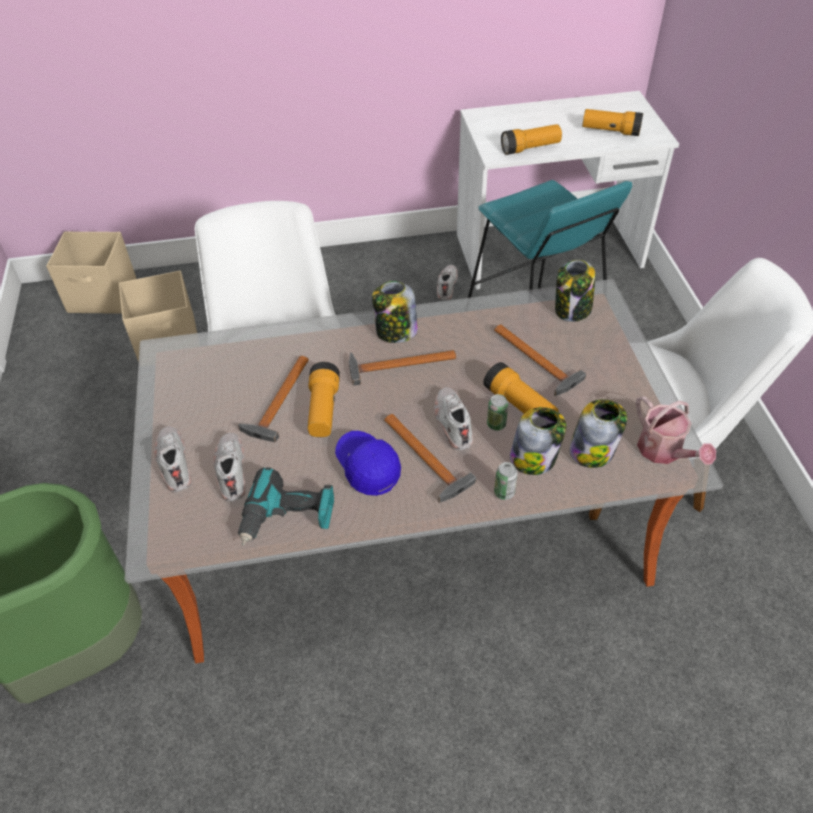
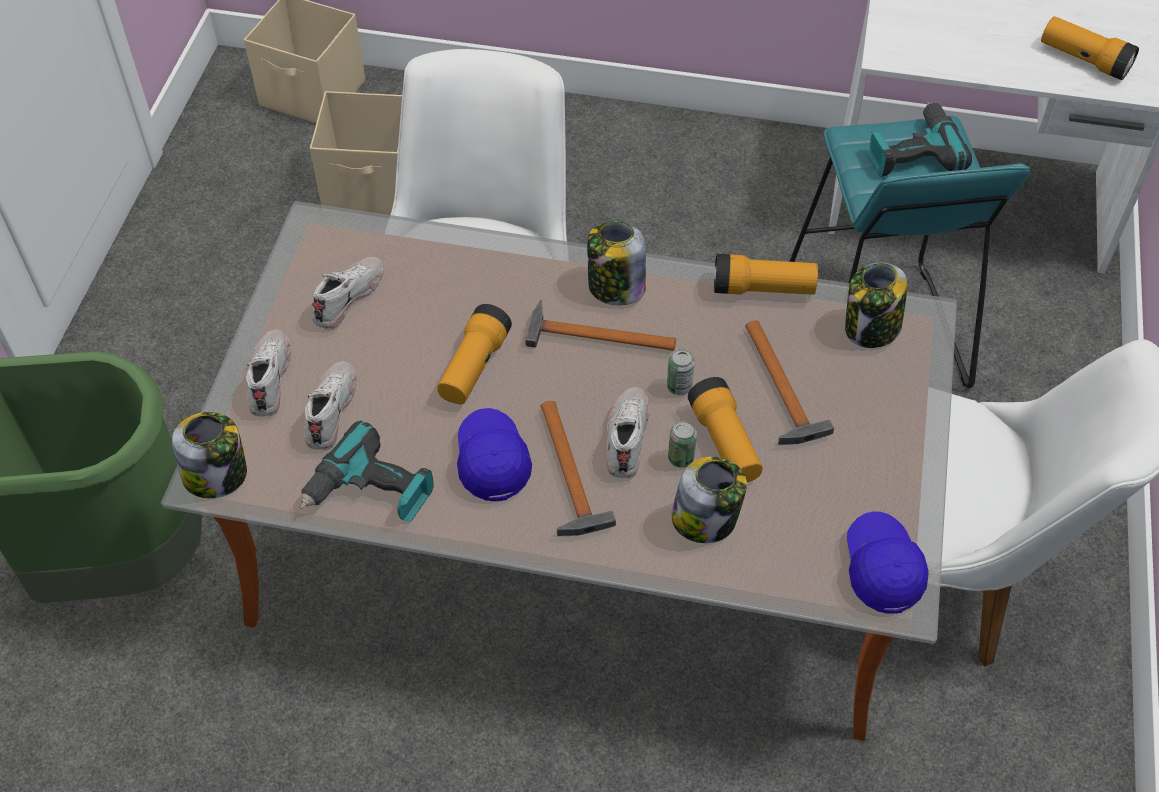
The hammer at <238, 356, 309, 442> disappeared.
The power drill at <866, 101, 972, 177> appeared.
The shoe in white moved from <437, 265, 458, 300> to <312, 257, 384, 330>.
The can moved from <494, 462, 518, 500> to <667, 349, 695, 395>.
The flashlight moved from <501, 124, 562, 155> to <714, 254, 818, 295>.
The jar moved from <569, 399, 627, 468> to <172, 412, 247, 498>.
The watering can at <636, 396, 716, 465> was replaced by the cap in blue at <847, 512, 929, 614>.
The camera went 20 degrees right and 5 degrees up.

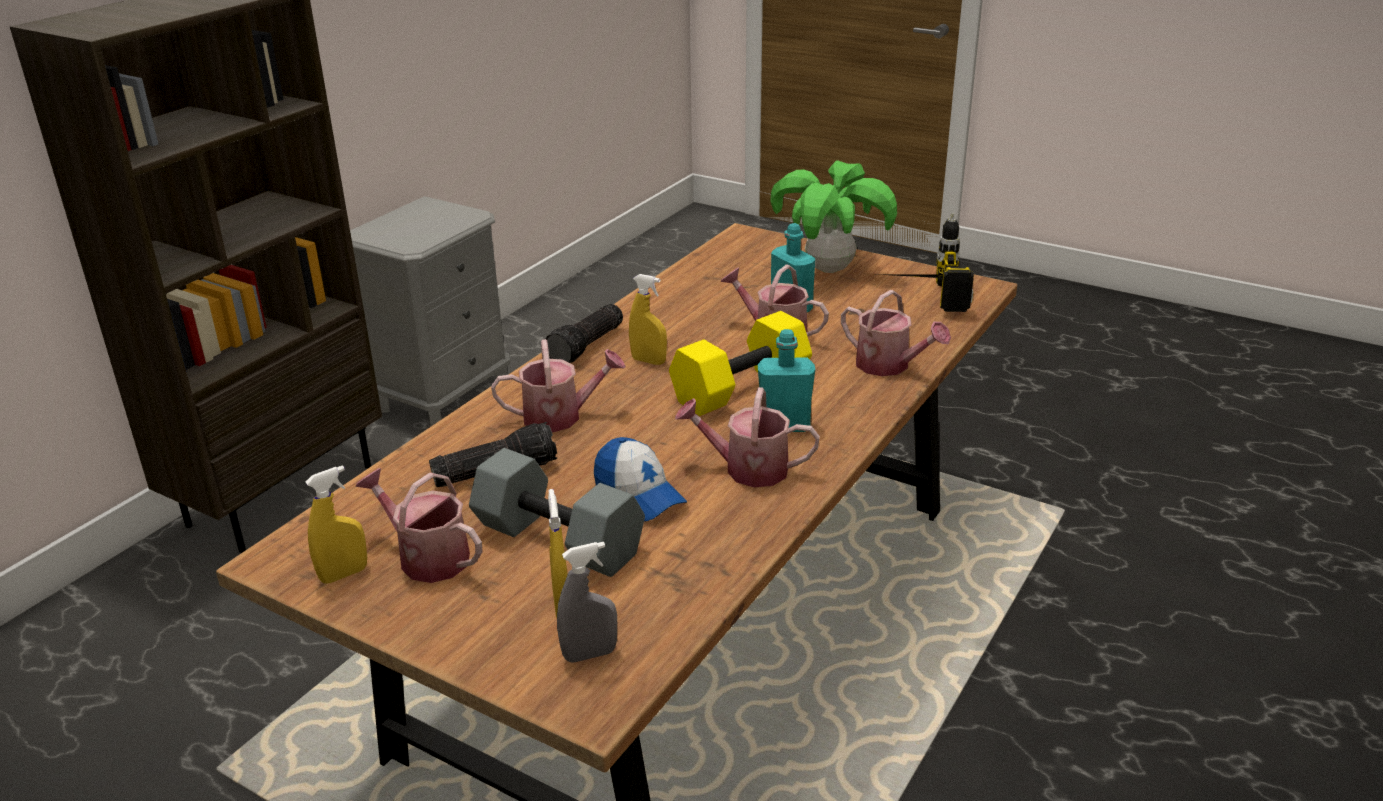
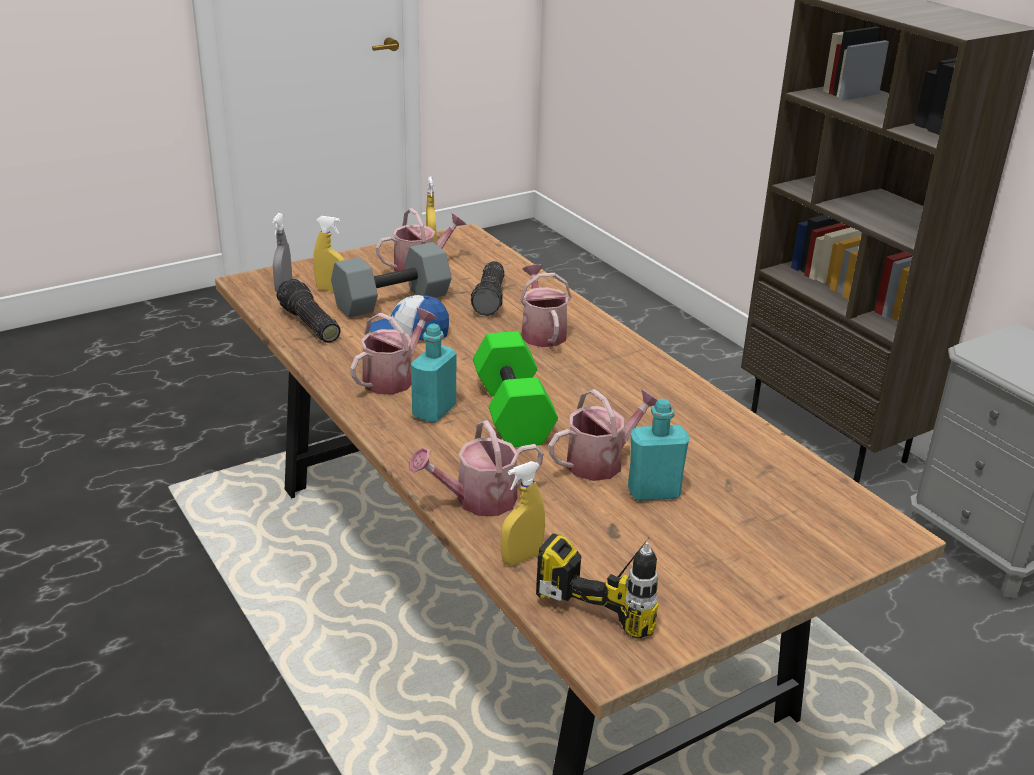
The potted plant at <770, 160, 897, 273> disappeared.
The flashlight moved from <545, 304, 623, 363> to <276, 279, 341, 343>.
The spray bottle in yellow moved from <629, 274, 667, 365> to <500, 461, 545, 565>.
The dumbbell in yellow at <669, 311, 812, 416> became the dumbbell in green at <473, 331, 558, 447>.
The watering can at <491, 339, 626, 432> turned 150 degrees clockwise.
The camera went 115 degrees right and 0 degrees up.

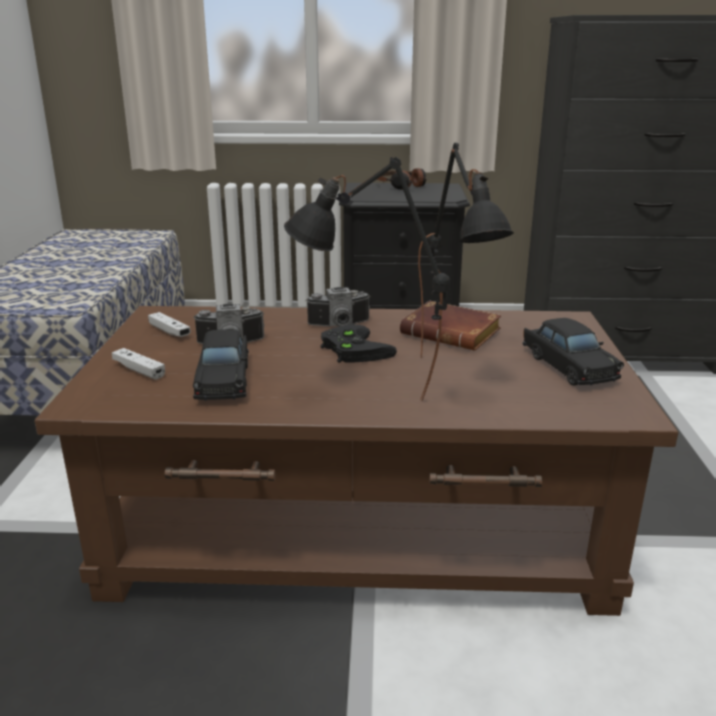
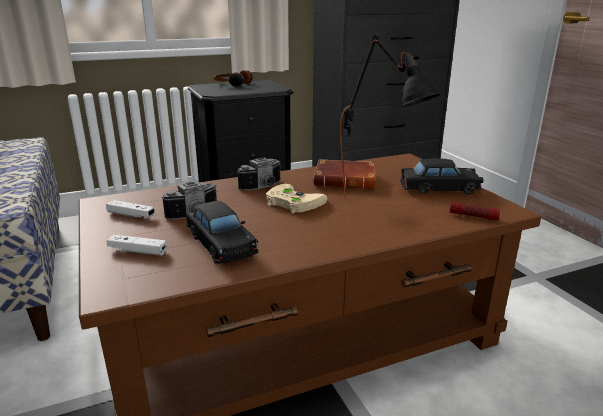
The table lamp in black at <284, 157, 450, 401> disappeared.
The flashlight at <450, 202, 501, 221> appeared.
The game controller in black at <321, 324, 397, 363> became the game controller in beige at <266, 184, 328, 214>.
The toy car in black at <523, 318, 624, 386> turned 45 degrees counterclockwise.
The camera went 25 degrees left and 0 degrees up.

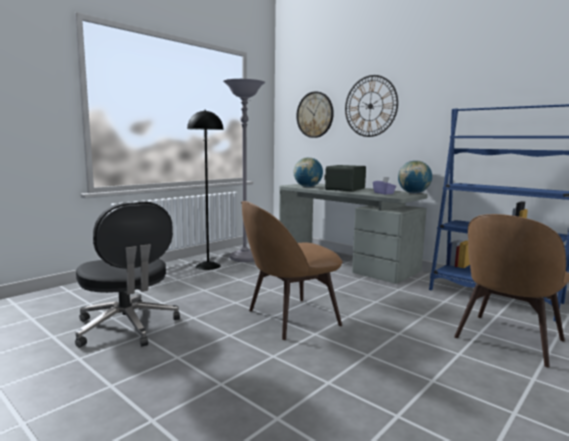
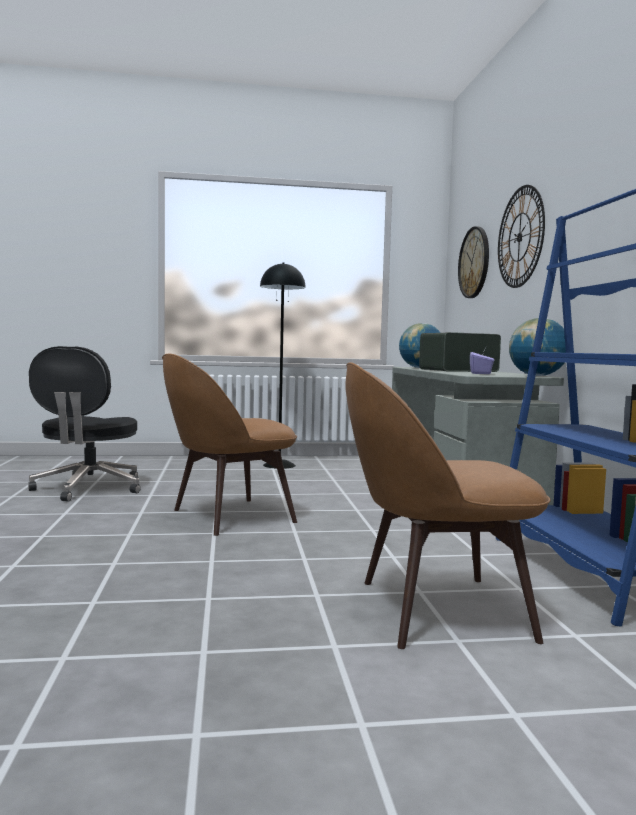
The floor lamp in grey at <223, 79, 265, 262> disappeared.
The chair in brown at <241, 201, 343, 340> turned 45 degrees counterclockwise.
The camera went 40 degrees right and 5 degrees down.

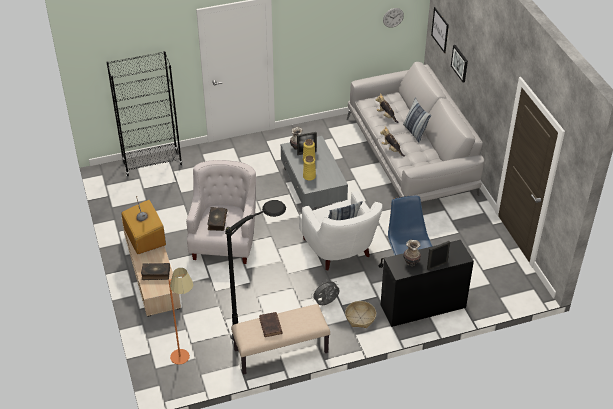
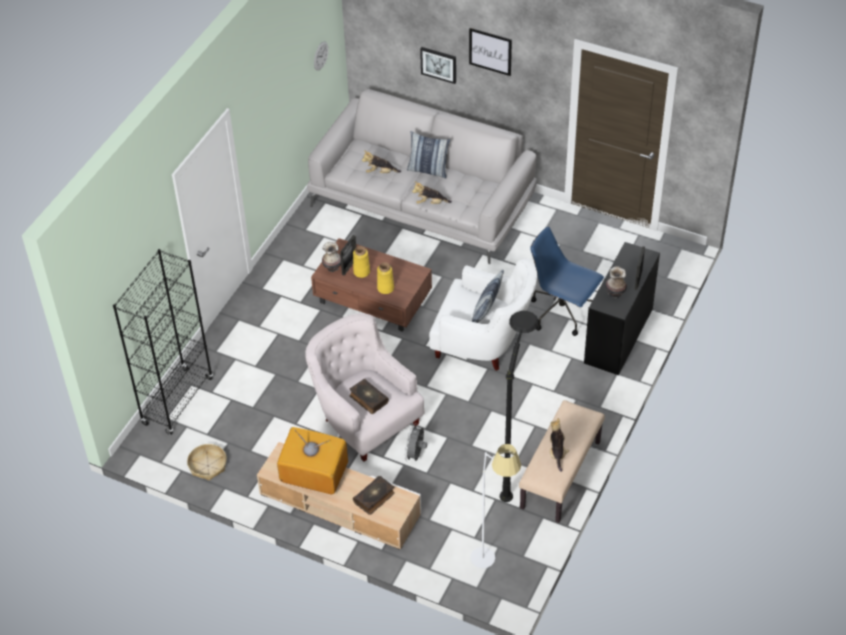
The fan in grey moved from <311, 279, 339, 305> to <405, 425, 427, 462>.
The basket moved from <345, 301, 376, 328> to <187, 444, 227, 481>.
The picture moved from <431, 7, 449, 53> to <469, 28, 512, 76>.
The book in brown at <259, 312, 283, 337> was replaced by the plush toy at <550, 418, 569, 472>.
The floor lamp in orange at <168, 268, 193, 365> became the floor lamp in white at <470, 444, 521, 568>.
The coffee table in grey at <281, 136, 348, 208> became the coffee table in brown at <311, 238, 432, 332>.
The camera went 45 degrees left and 5 degrees up.

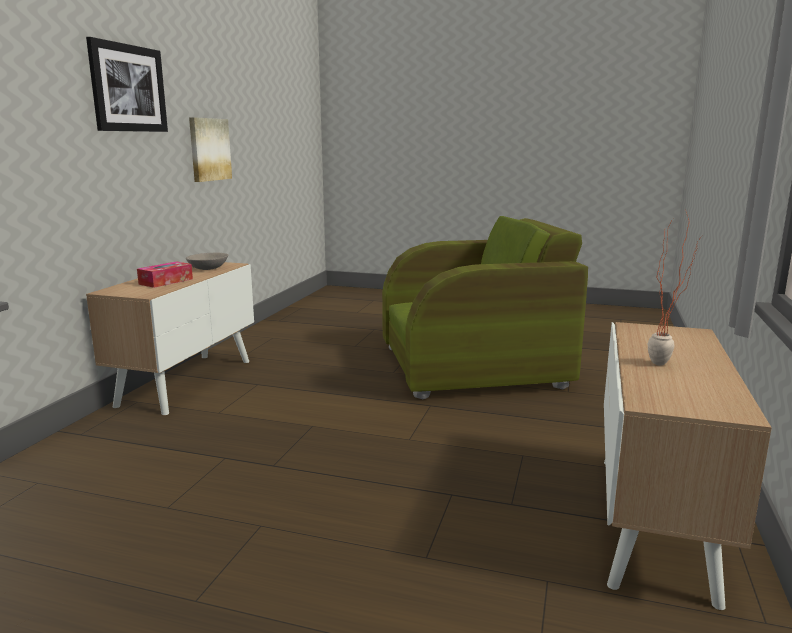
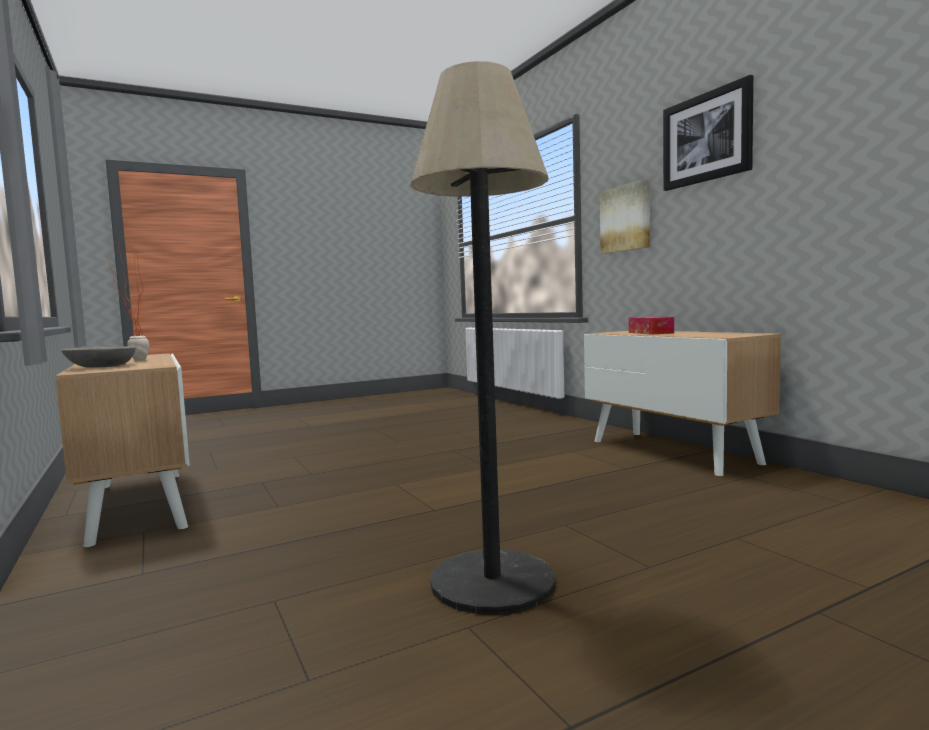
The bowl in grey moved from <186, 253, 228, 270> to <61, 346, 136, 368>.
The picture moved from <189, 117, 232, 182> to <600, 179, 650, 254>.
The armchair in green at <382, 216, 588, 399> was replaced by the floor lamp at <410, 61, 555, 615>.
The camera went 135 degrees right and 10 degrees down.

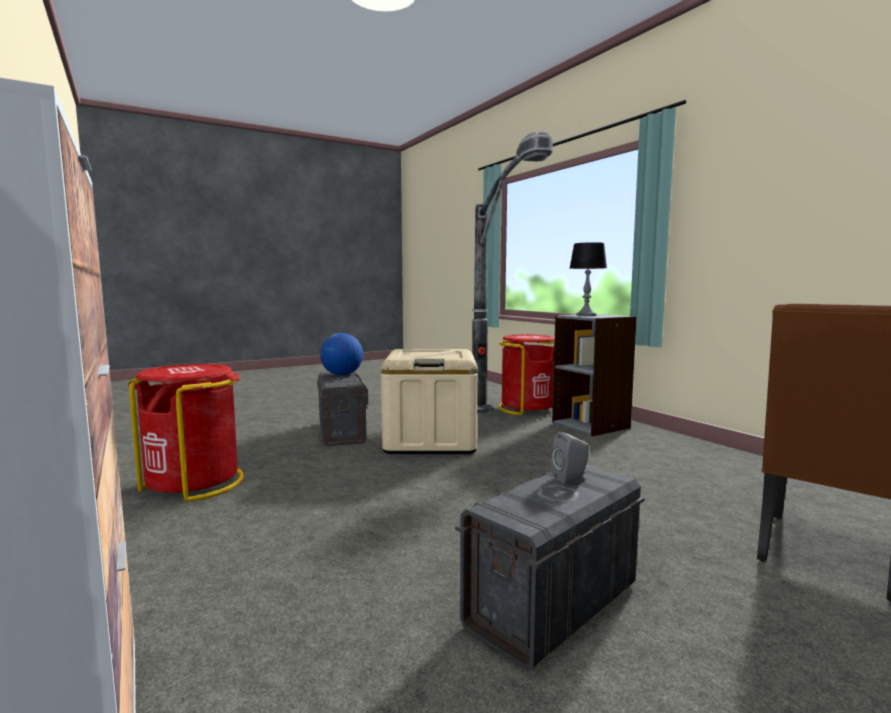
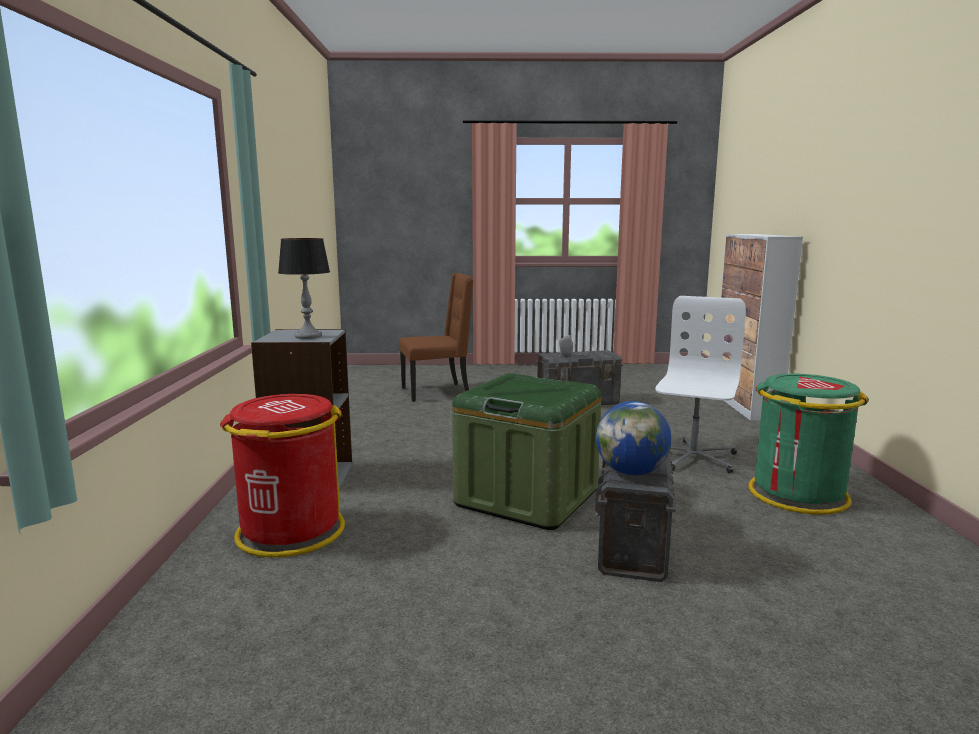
The floor lamp at <472, 132, 553, 414> disappeared.
The office chair in white at <655, 296, 746, 473> appeared.
The trash can in red at <128, 364, 244, 502> became the trash can in green at <748, 373, 869, 515>.
The storage box in beige at <381, 349, 477, 454> became the storage box in green at <452, 373, 601, 530>.
The camera went 150 degrees left and 5 degrees up.

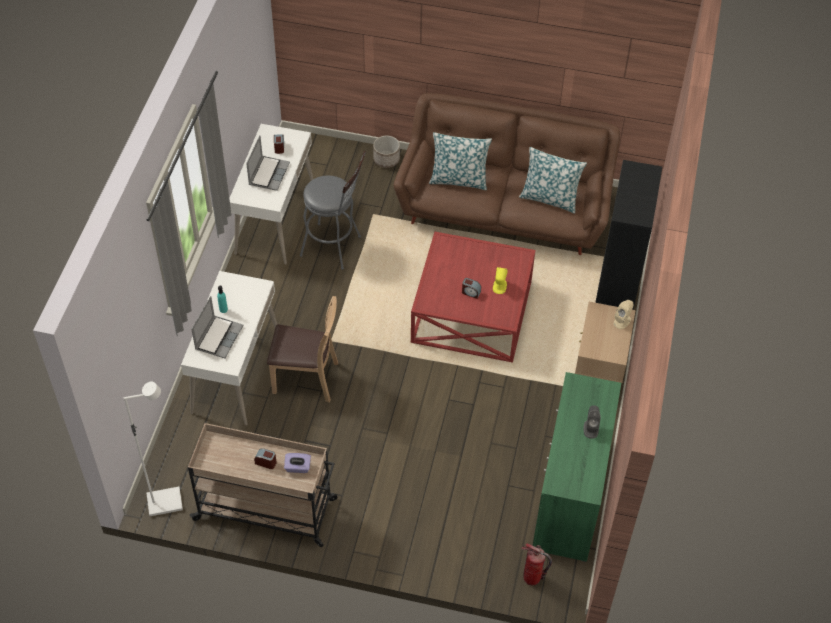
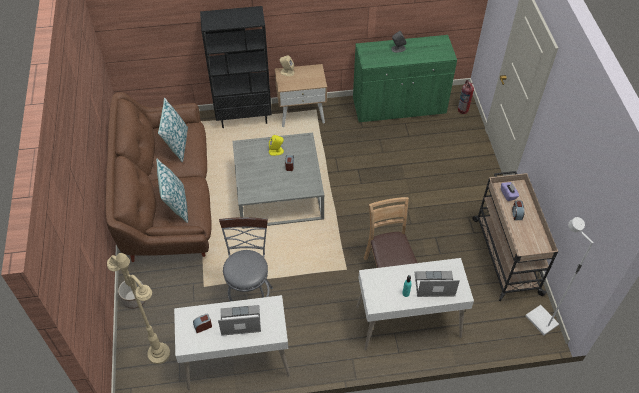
The floor lamp in beige at <107, 253, 170, 364> appeared.
The coffee table in red at <411, 232, 536, 363> became the coffee table in grey at <233, 133, 324, 229>.
The camera went 110 degrees left and 0 degrees up.

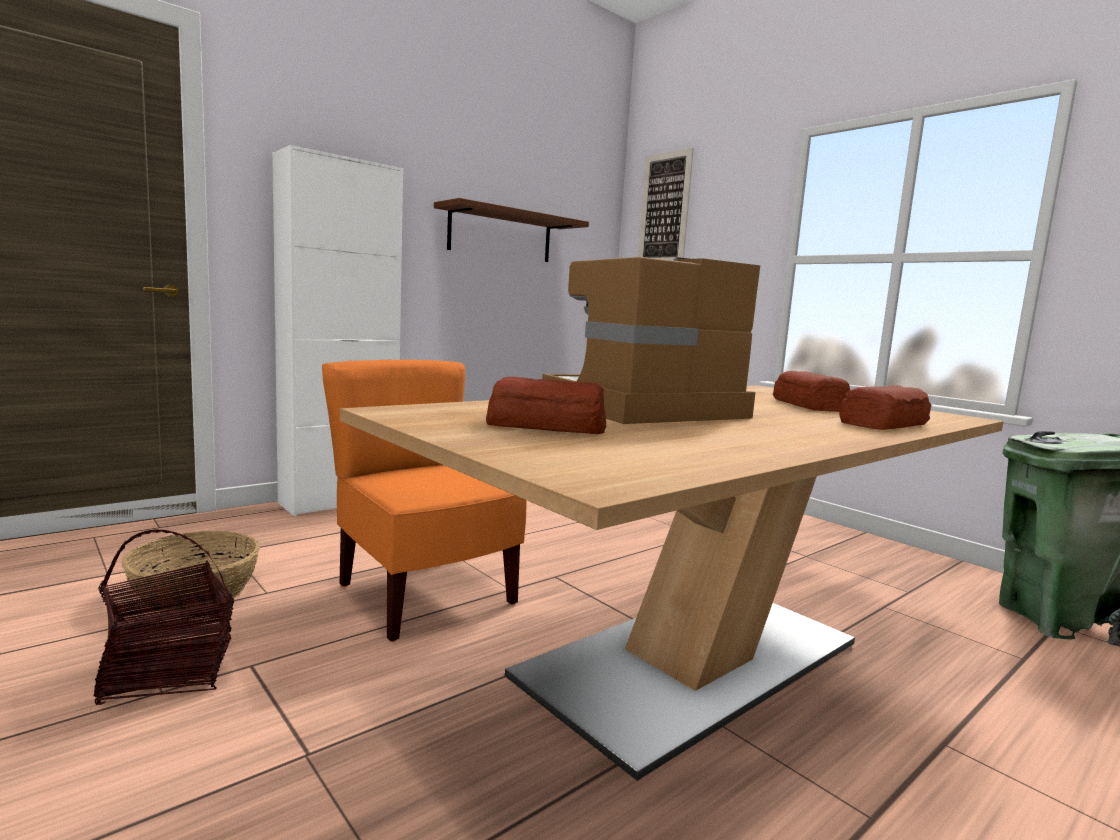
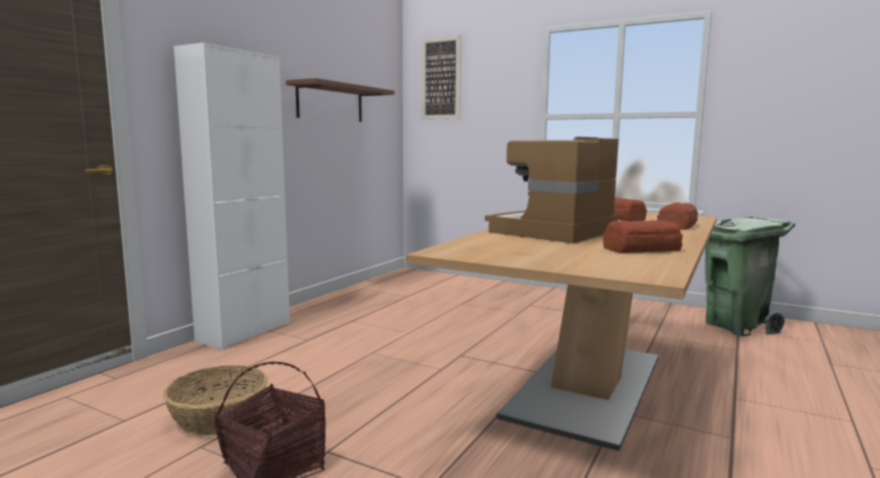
The chair in orange at <322, 360, 527, 642> disappeared.
The bread moved from <486, 377, 606, 434> to <603, 220, 683, 253>.
The camera went 20 degrees left and 0 degrees up.

